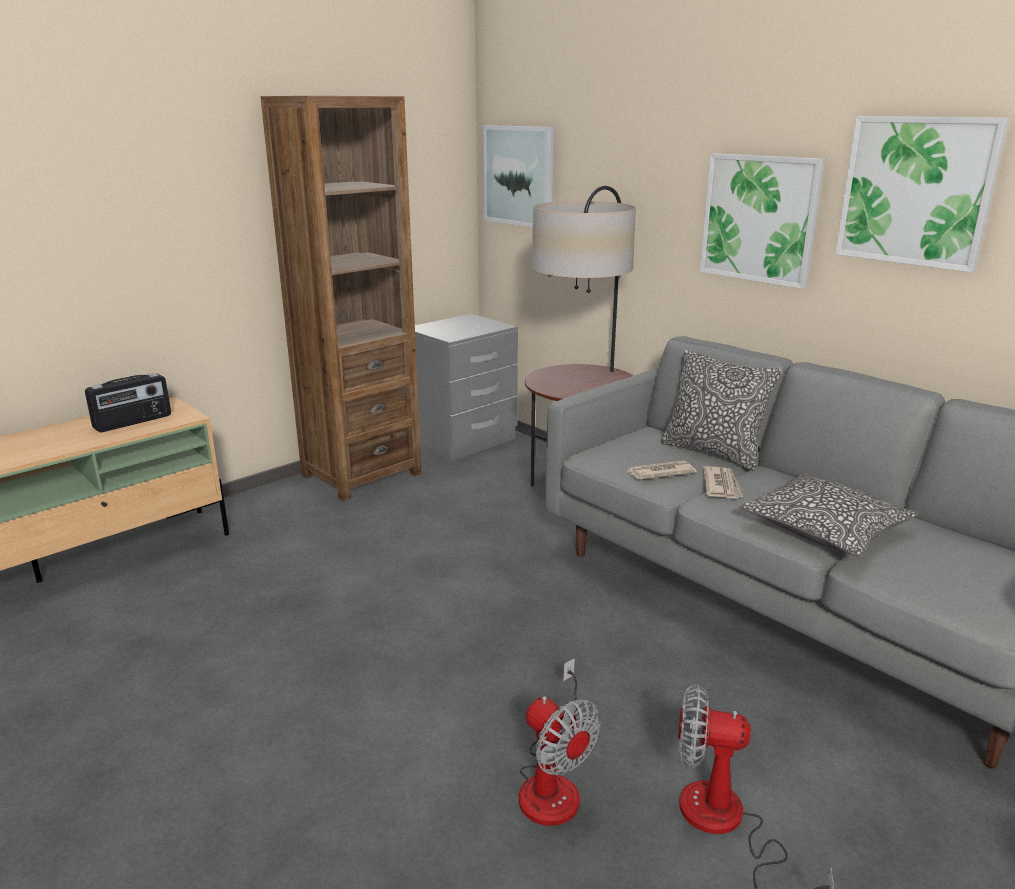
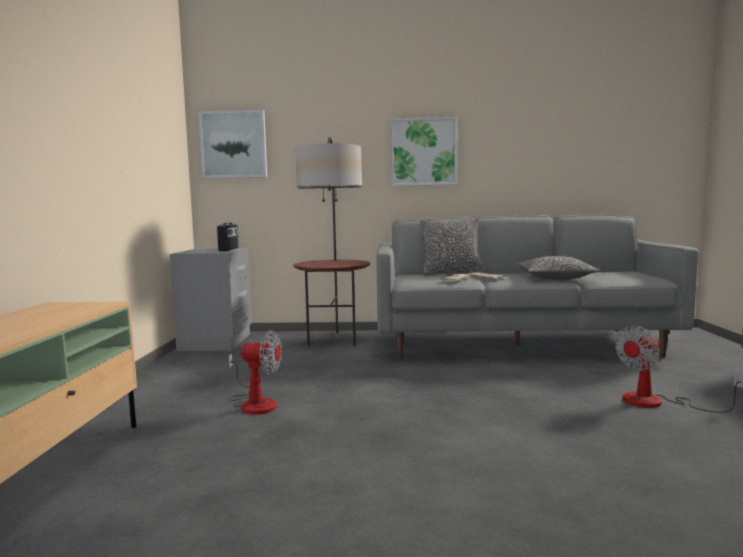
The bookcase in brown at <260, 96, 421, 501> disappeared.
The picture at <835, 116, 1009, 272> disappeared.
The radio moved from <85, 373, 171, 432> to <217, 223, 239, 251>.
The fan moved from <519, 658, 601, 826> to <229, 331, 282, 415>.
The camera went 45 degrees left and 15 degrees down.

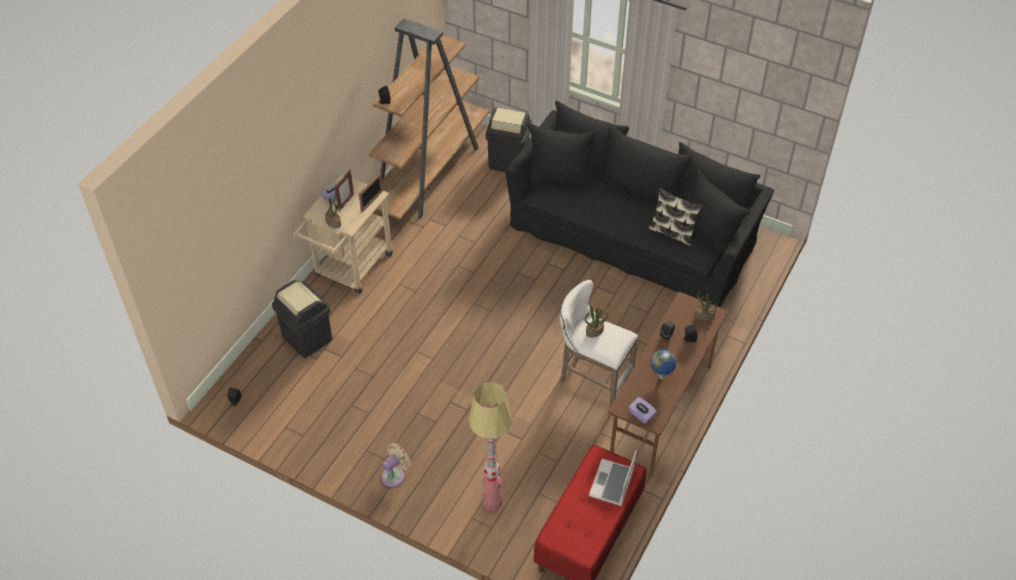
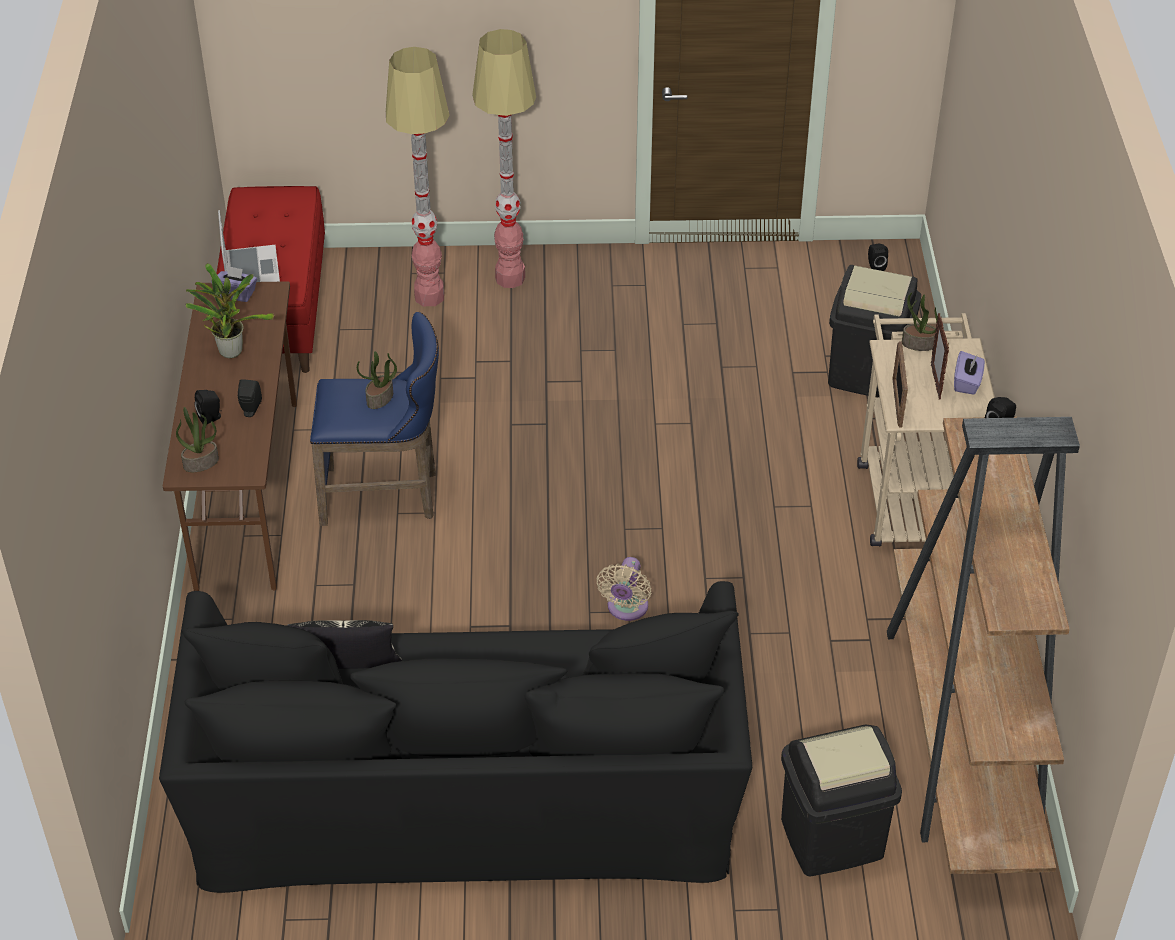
The floor lamp at <472, 29, 536, 288> appeared.
The fan in beige moved from <382, 443, 411, 487> to <596, 557, 651, 621>.
The globe at <650, 350, 677, 379> was replaced by the potted plant at <186, 263, 274, 358>.
The stool in white at <560, 279, 638, 407> became the stool in blue at <310, 312, 439, 526>.
The camera went 150 degrees right and 5 degrees down.

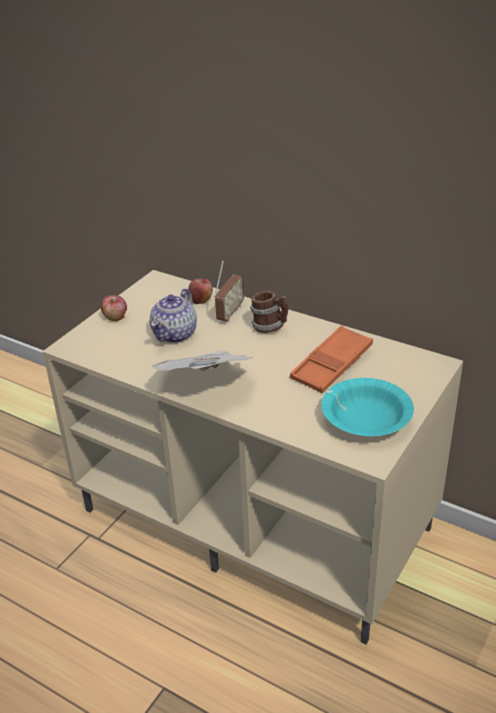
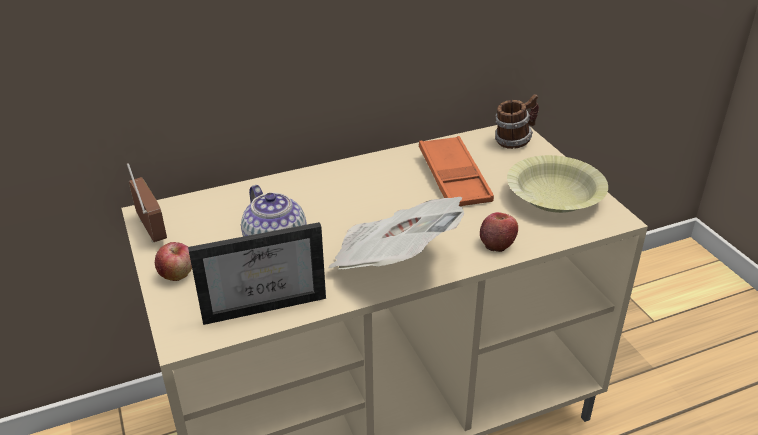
The picture frame at <188, 222, 326, 325> appeared.
The apple moved from <188, 278, 213, 304> to <480, 212, 518, 252>.
The radio moved from <214, 260, 244, 322> to <127, 163, 167, 242>.
The mug moved from <250, 291, 288, 333> to <495, 94, 539, 149>.
The bowl in turquoise at <321, 378, 414, 436> became the bowl in yellow at <507, 155, 608, 213>.
The camera went 55 degrees left and 0 degrees up.

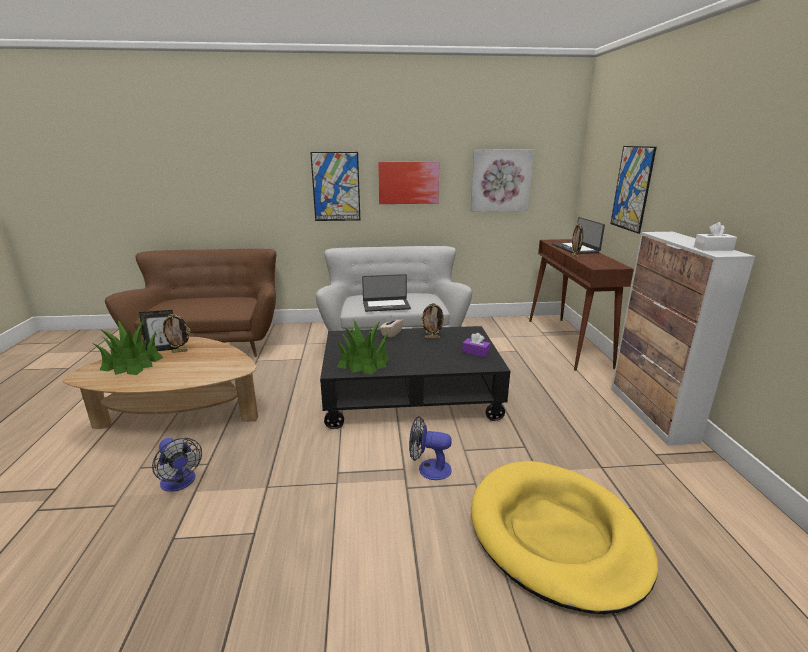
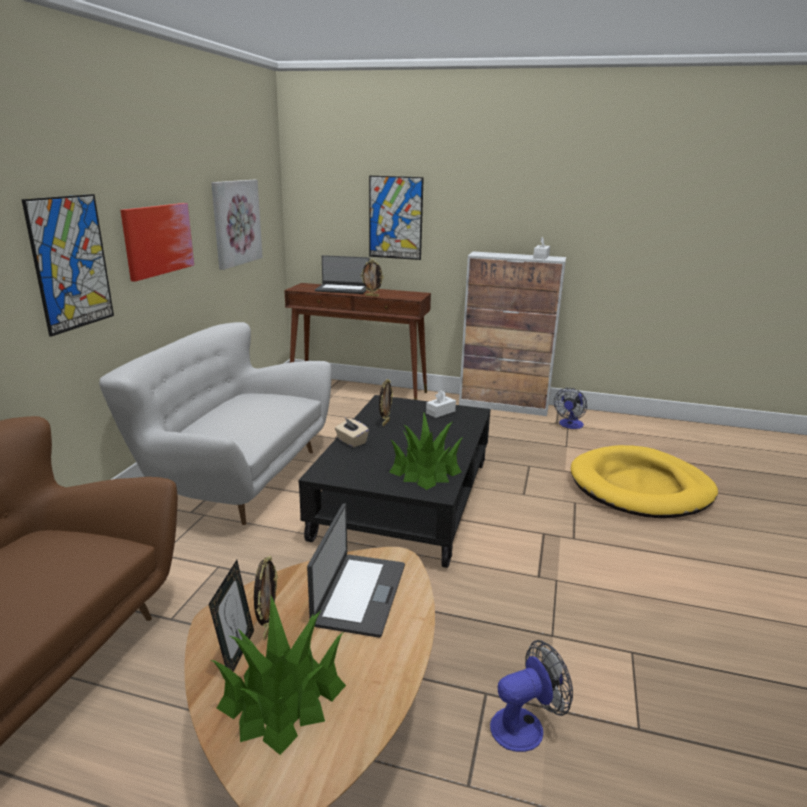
The laptop moved from <362, 274, 411, 312> to <307, 503, 405, 638>.
The fan moved from <409, 416, 452, 480> to <554, 388, 587, 429>.
The tissue box in purple at <462, 333, 490, 357> became the tissue box in white at <426, 390, 456, 418>.
The camera went 70 degrees left and 0 degrees up.

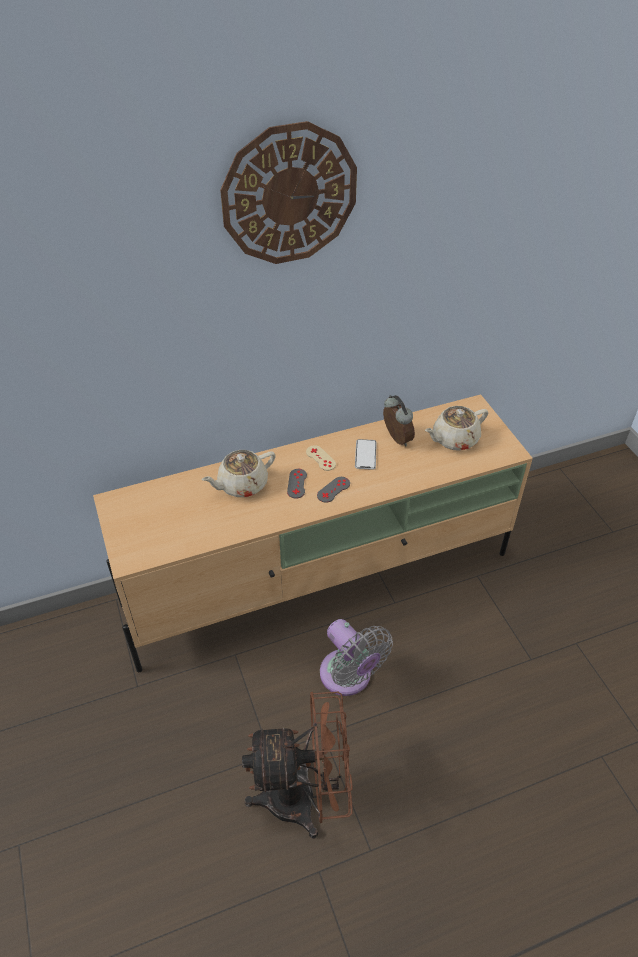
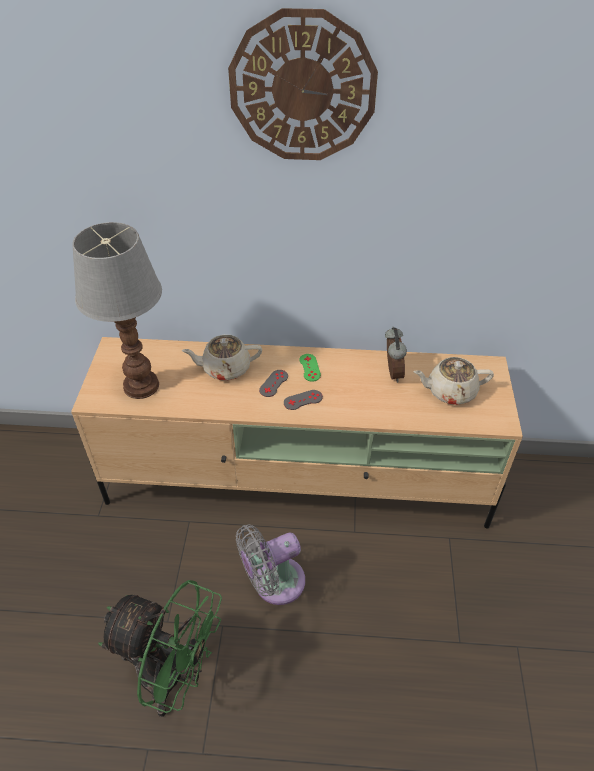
The phone at <355, 439, 377, 470> disappeared.
The table lamp at <72, 222, 162, 399> appeared.
The fan in brown at <242, 692, 353, 839> became the fan in green at <98, 580, 222, 717>.
The game controller in beige at <306, 445, 336, 471> became the game controller in green at <300, 354, 321, 382>.
The fan in grey at <320, 619, 393, 696> turned 75 degrees clockwise.
The camera went 25 degrees right and 0 degrees up.

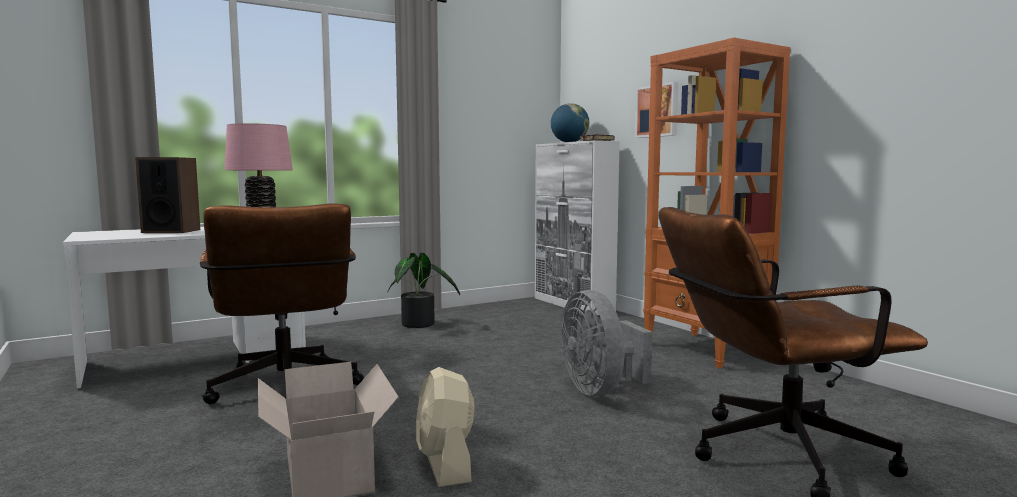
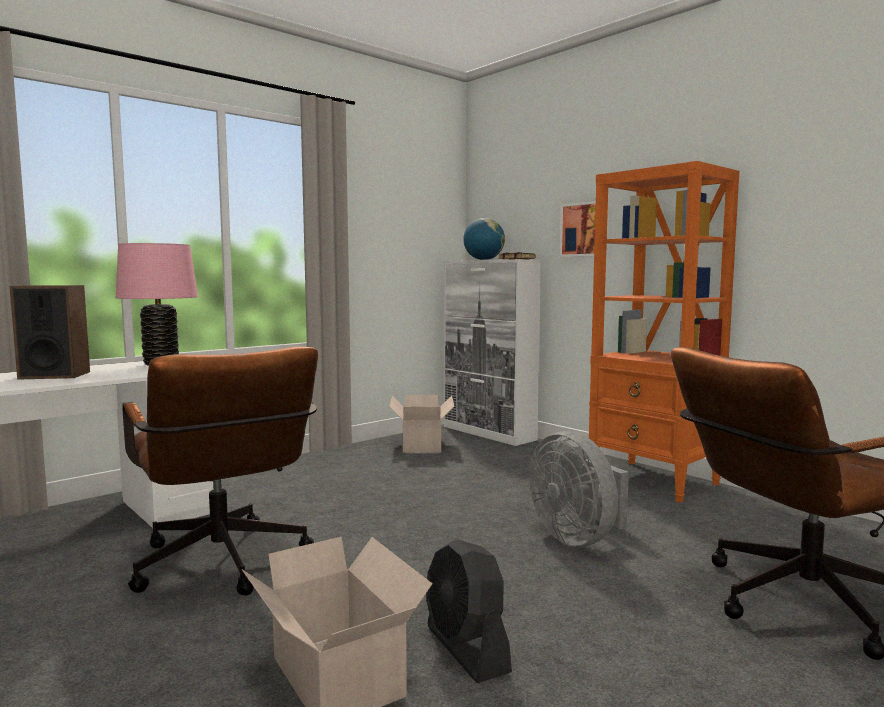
The potted plant at <387, 253, 460, 328> disappeared.
The cardboard box at <389, 395, 454, 453> appeared.
The fan in beige at <416, 367, 475, 487> became the fan in black at <426, 539, 512, 683>.
The camera went 10 degrees left and 0 degrees up.

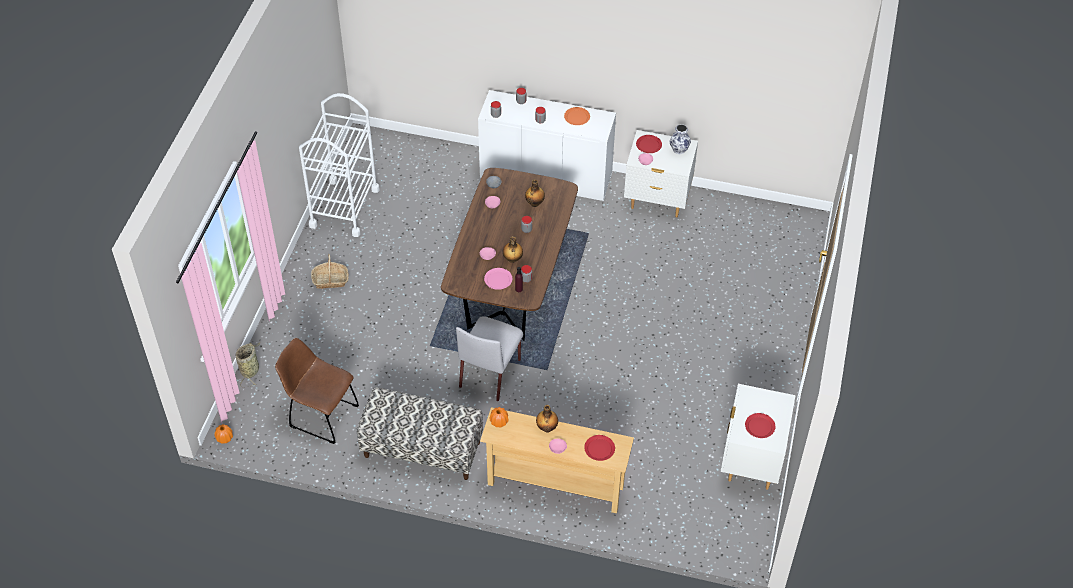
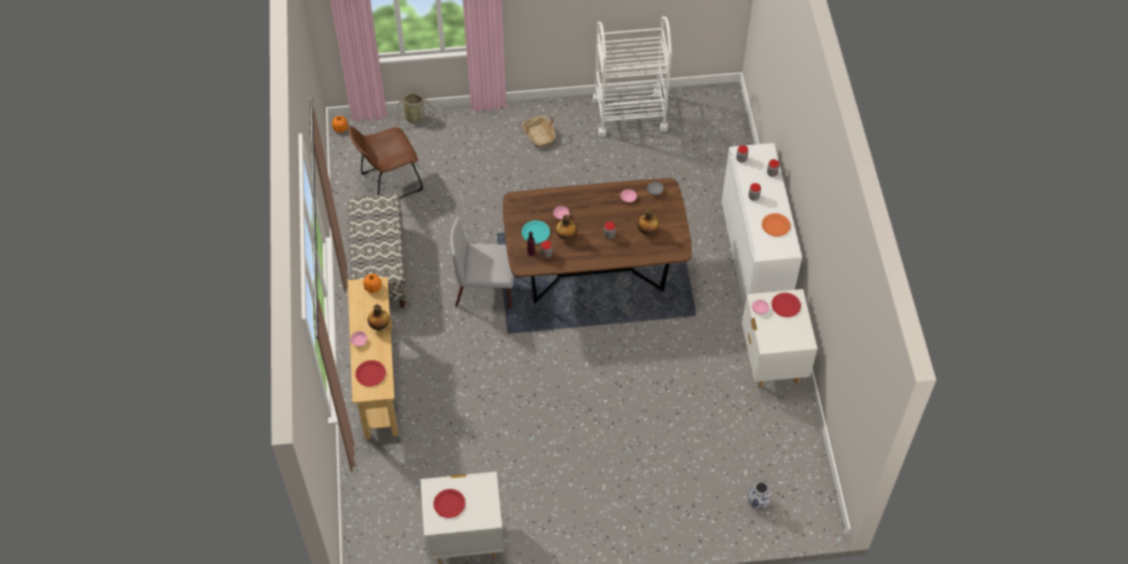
The vase moved from <670, 124, 691, 155> to <748, 482, 771, 510>.
The plate in pink at <484, 268, 512, 290> became the plate in turquoise at <522, 220, 550, 244>.
The chair in brown at <275, 338, 359, 444> turned 120 degrees counterclockwise.
The camera went 70 degrees right and 5 degrees up.

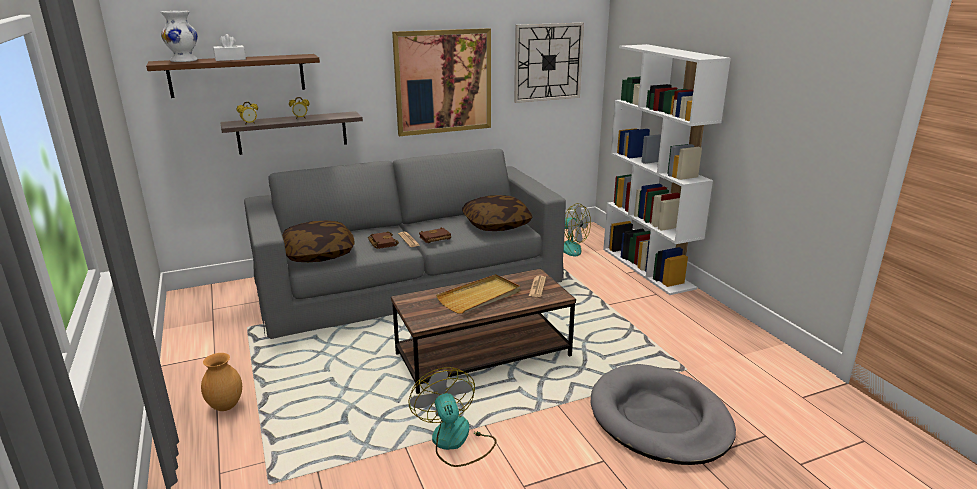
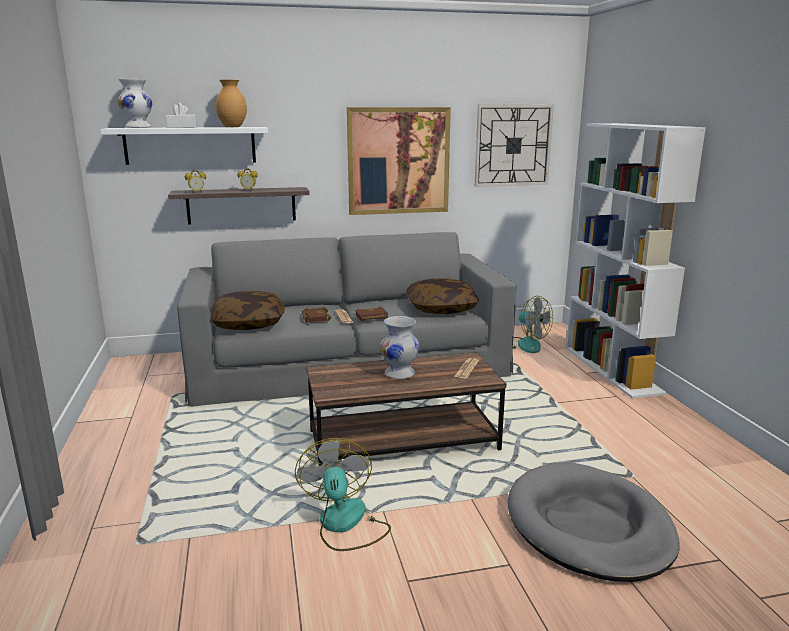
The vase in brown moved from <201, 353, 242, 411> to <216, 80, 247, 127>.
The tray in beige at <436, 274, 520, 314> was replaced by the vase in white at <380, 316, 420, 379>.
The shelf in brown at <146, 54, 320, 98> became the shelf in white at <100, 127, 268, 165>.
The camera went 10 degrees right and 5 degrees down.

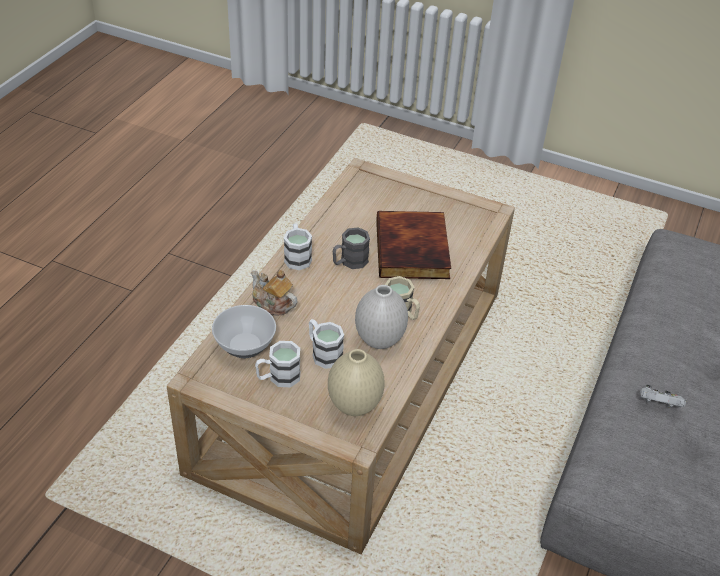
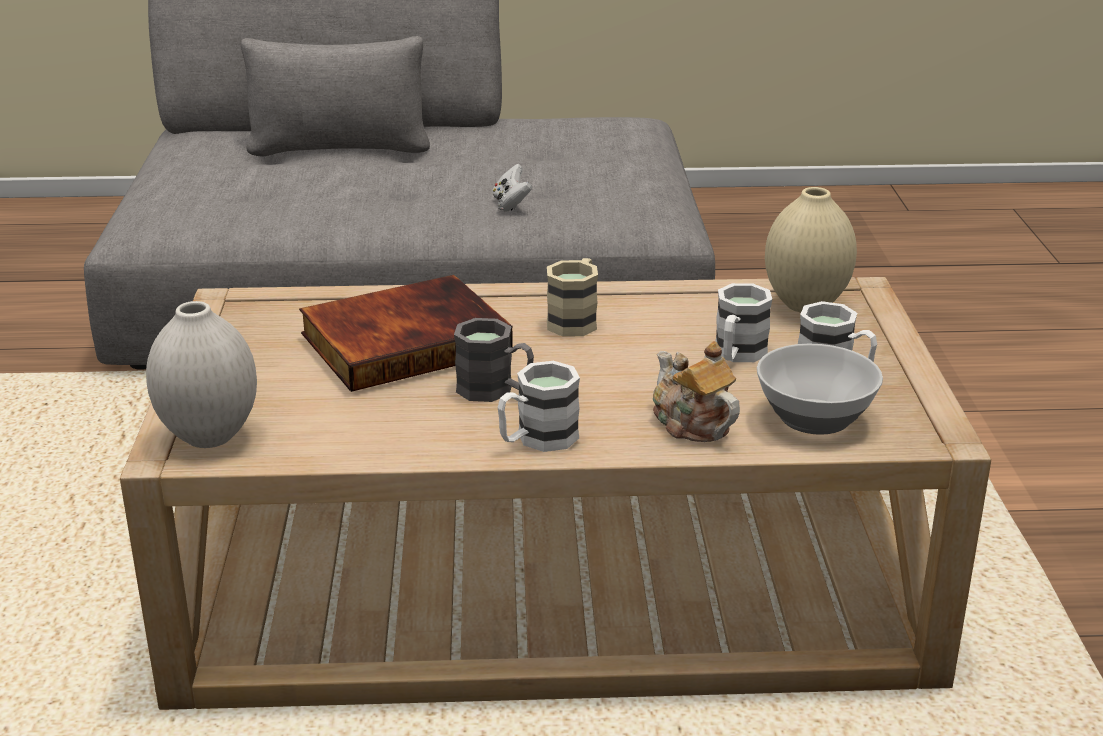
The vase in white moved from <355, 285, 408, 349> to <146, 301, 257, 448>.
The teapot at <251, 270, 298, 315> turned 135 degrees clockwise.
The camera went 115 degrees left and 15 degrees down.

